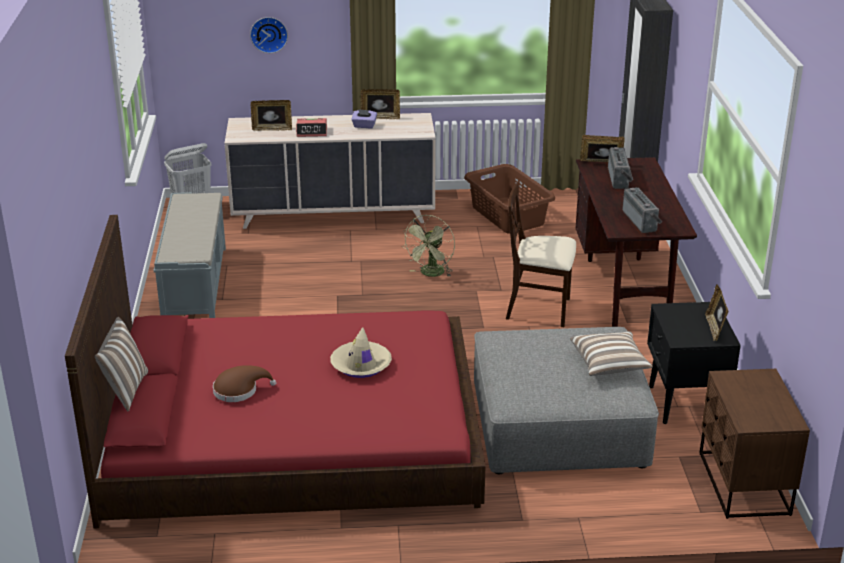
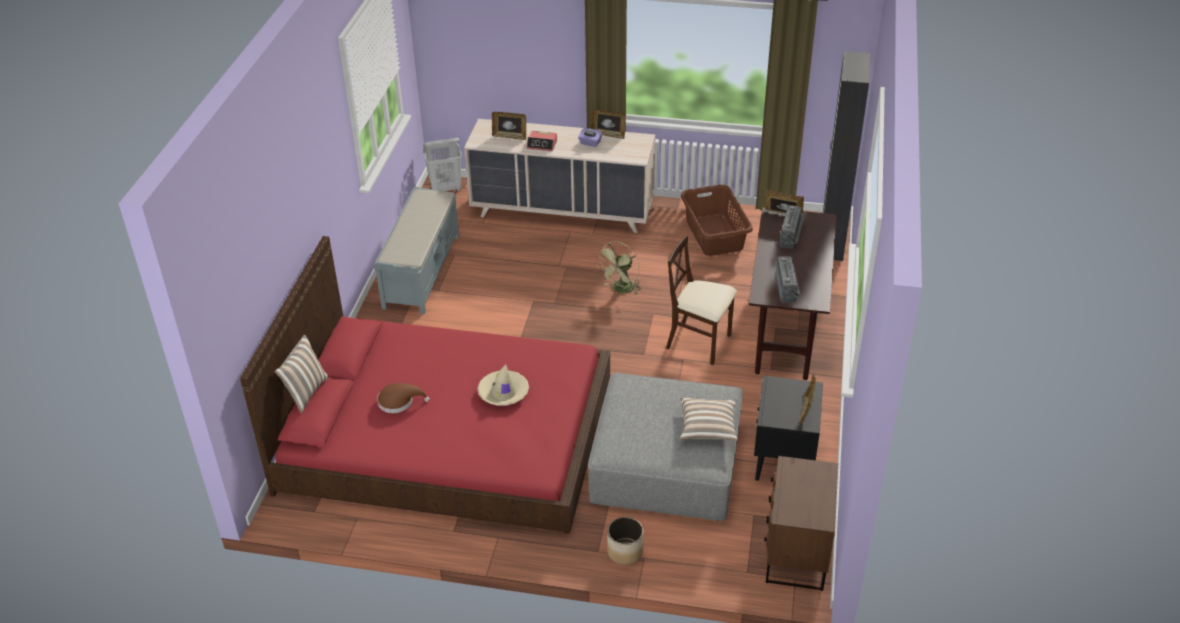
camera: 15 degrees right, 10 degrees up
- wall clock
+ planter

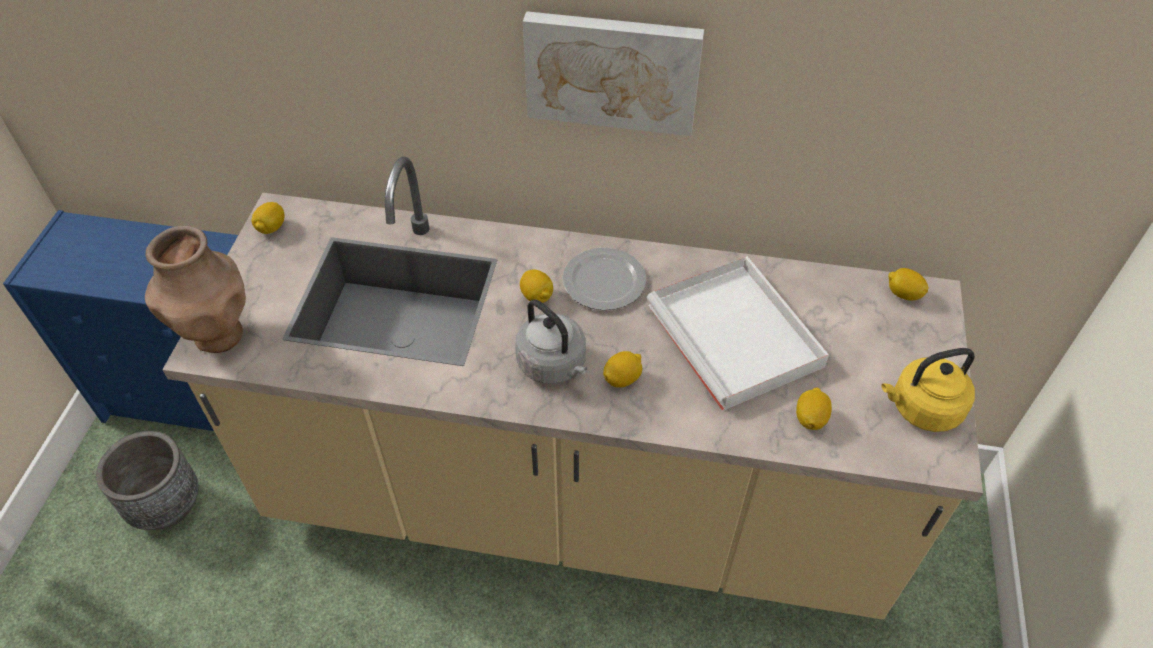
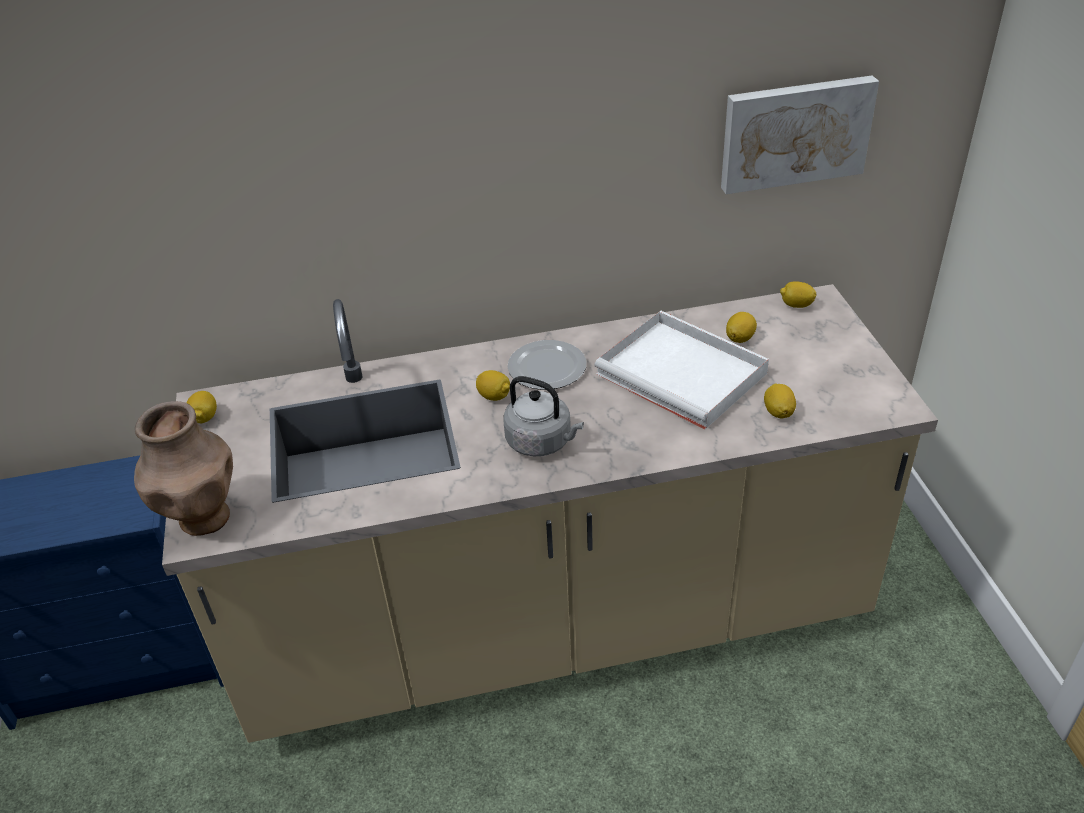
camera: 20 degrees left, 10 degrees down
- grey planter
- yellow kettle
~ picture
~ lemon (3rd from left)

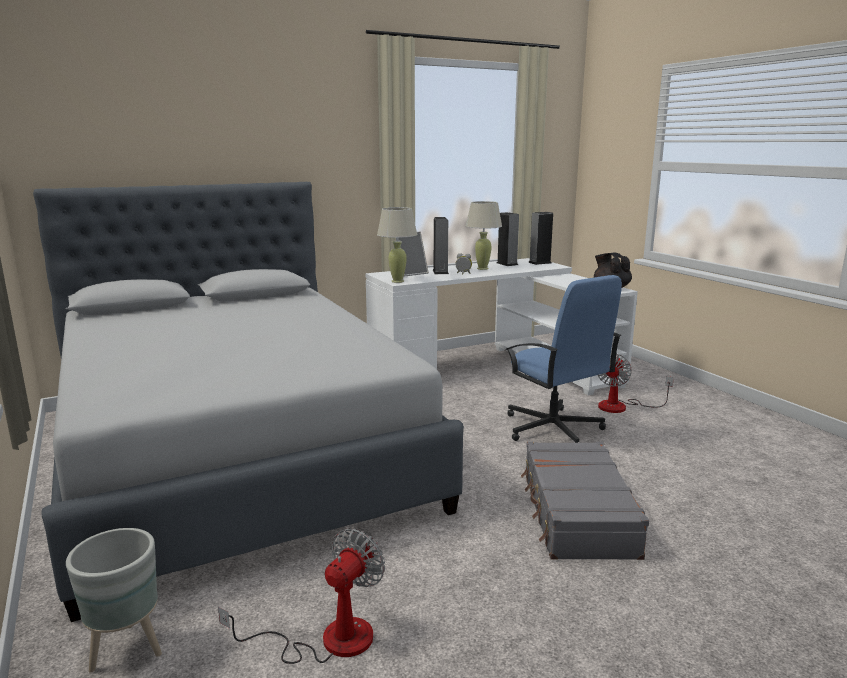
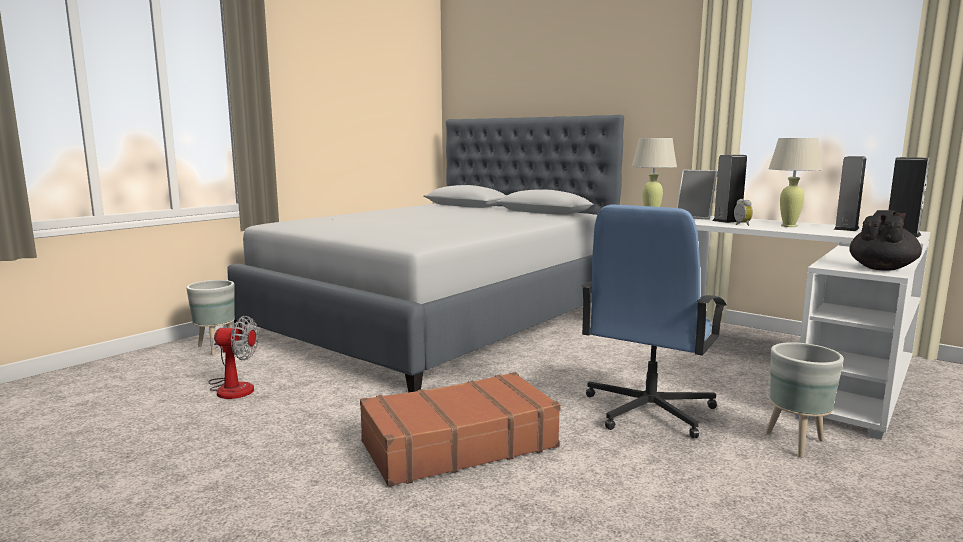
camera: 65 degrees right, 5 degrees down
~ fan (2nd from left) to grey planter (2nd from left)
~ grey suitcase to brown suitcase

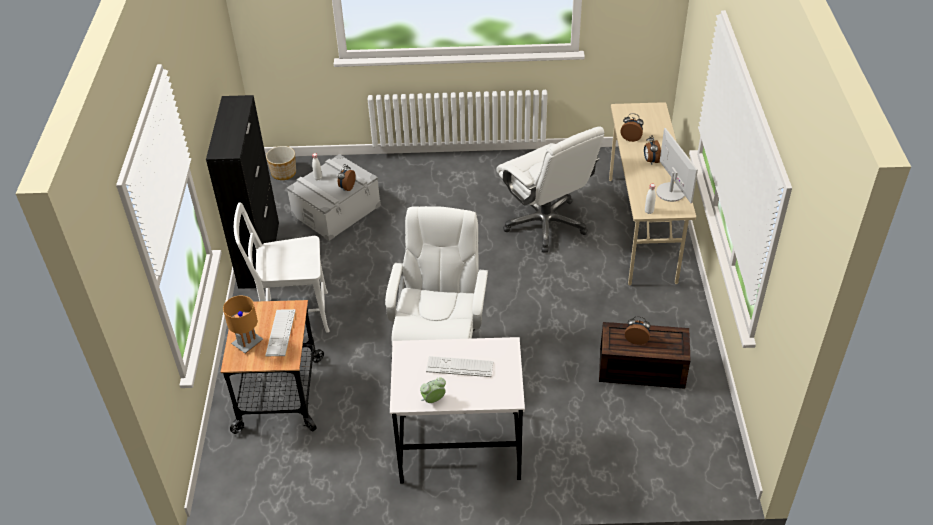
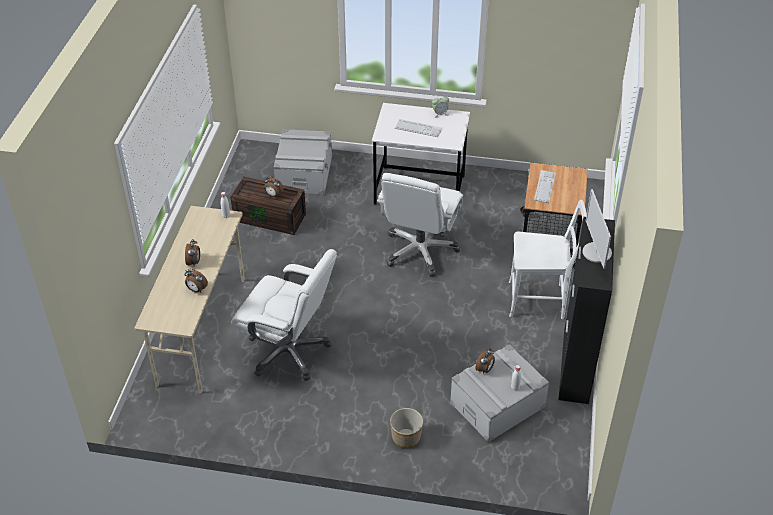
camera: 170 degrees left, 0 degrees up
- brown table lamp
+ grey storage box (1st from left)
~ planter
~ monitor
~ white office chair (2nd from left in the first image) 135 degrees clockwise

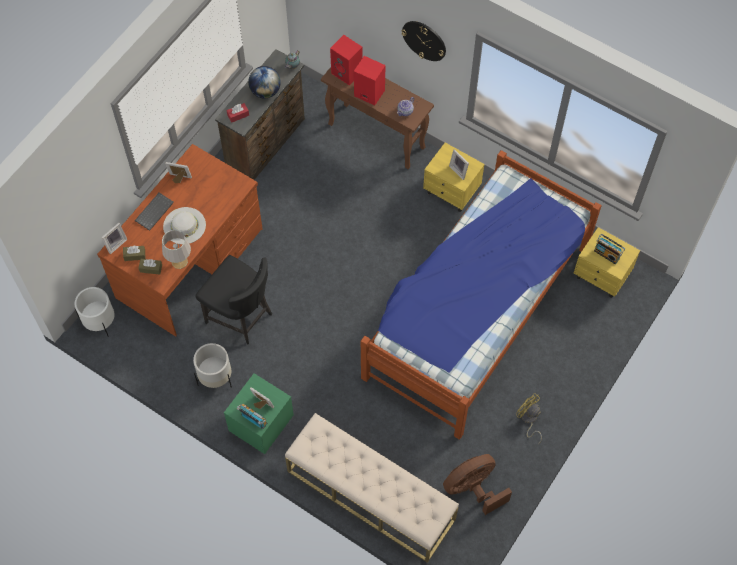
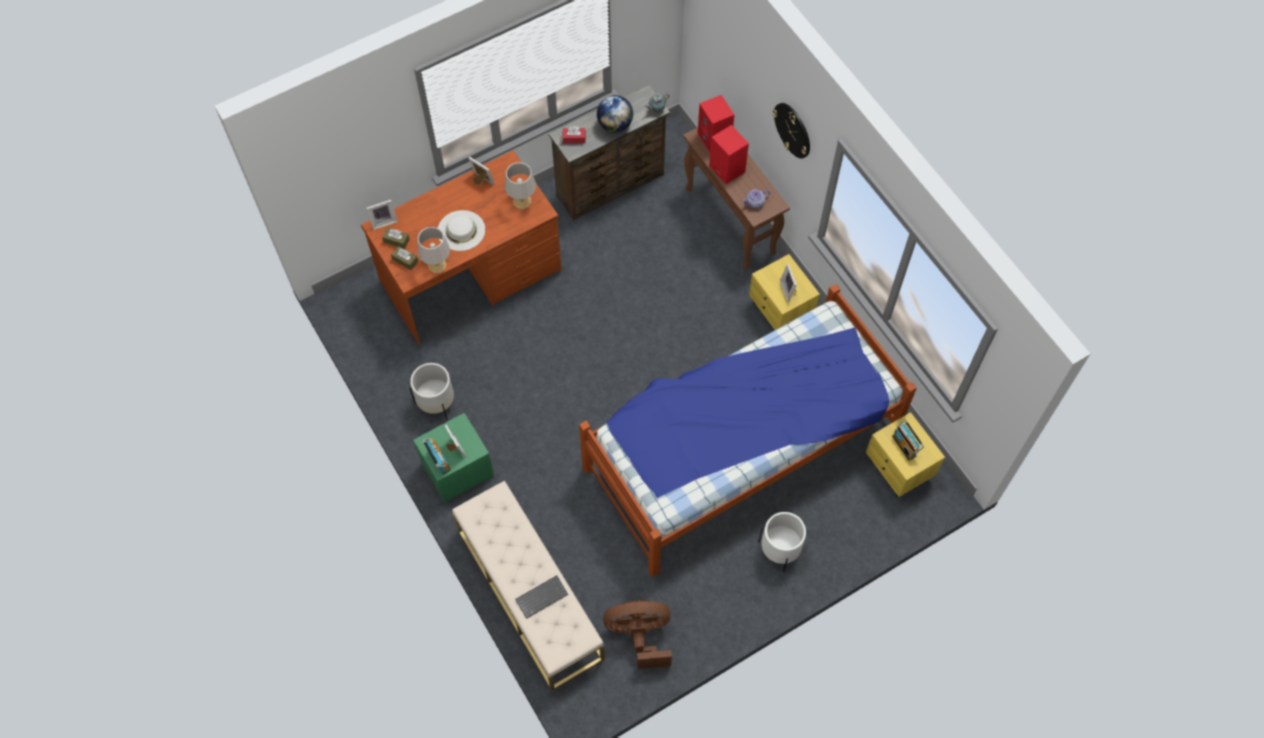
camera: 25 degrees right, 0 degrees up
- black chair
- yellow fan
+ grey table lamp (2nd from left)
~ white planter (1st from left in the first image) to white planter (2nd from left)
~ keyboard

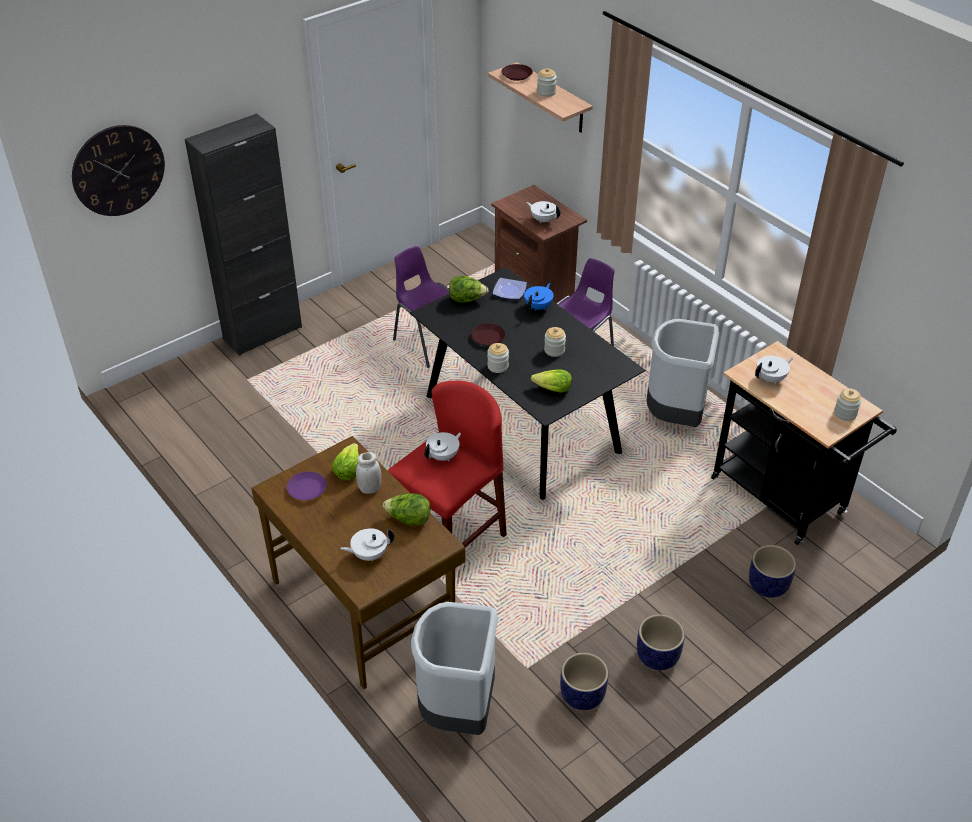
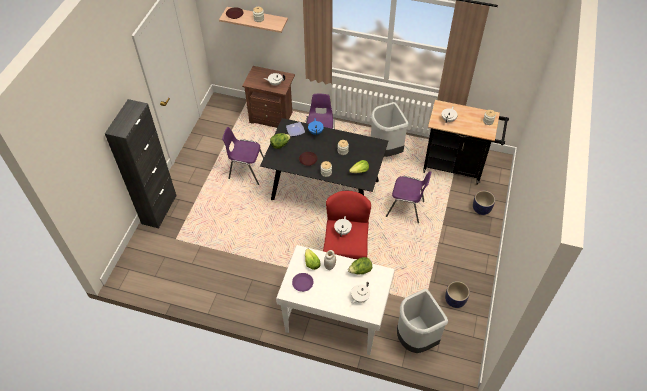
camera: 35 degrees left, 10 degrees up
- wall clock
- planter (2nd from left)
+ purple chair (3rd from left)
~ brown desk to white desk

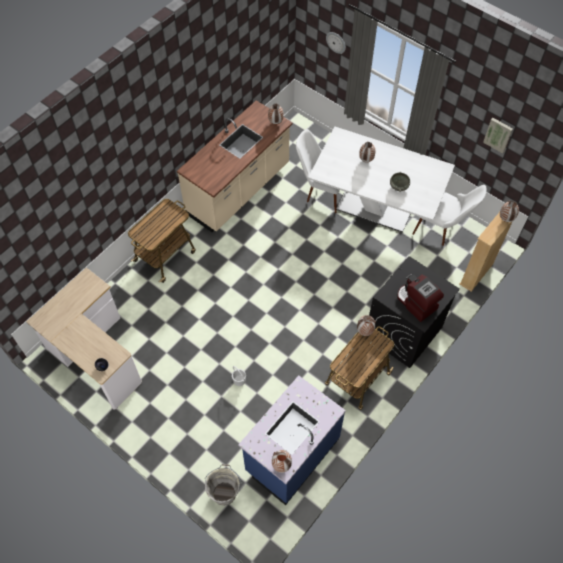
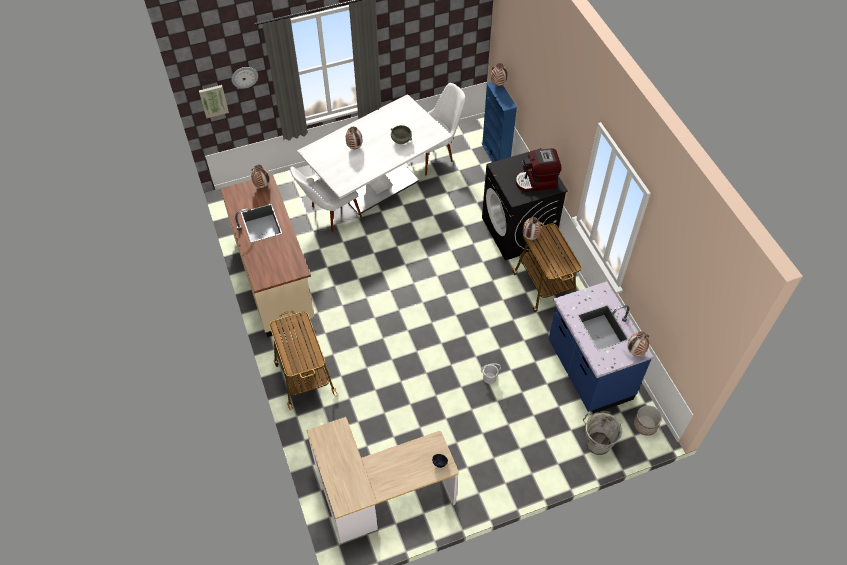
camera: 60 degrees left, 5 degrees down
+ planter
~ picture
~ beige bookcase to blue bookcase

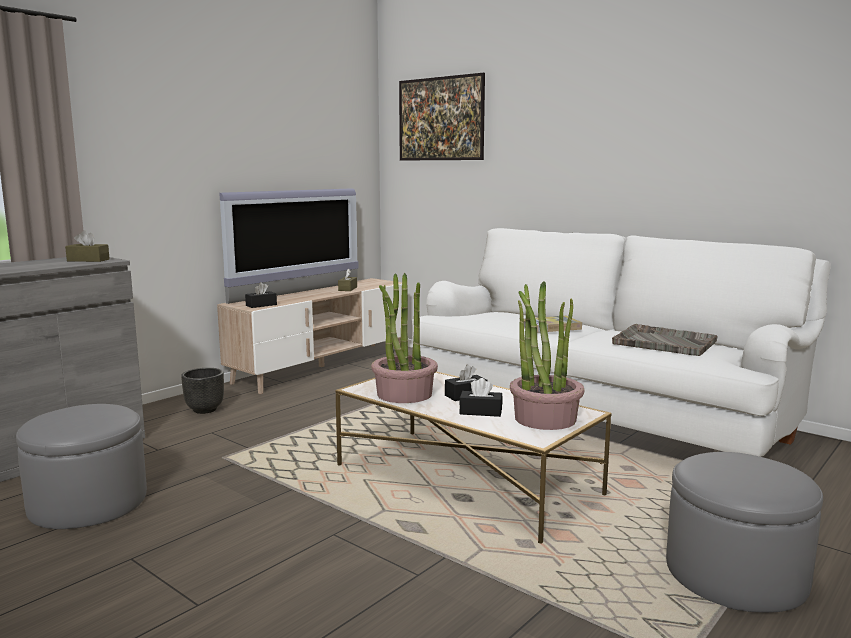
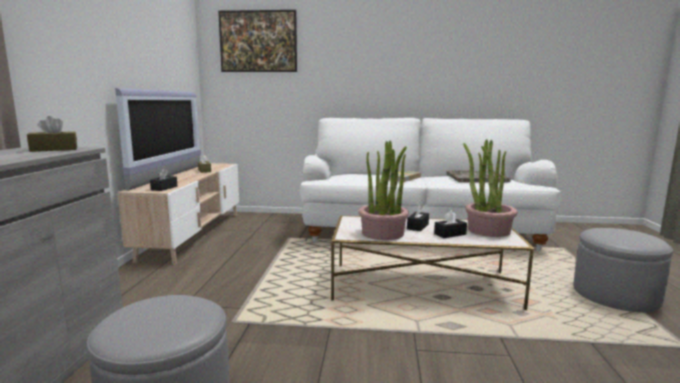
camera: 35 degrees left, 0 degrees up
- black planter

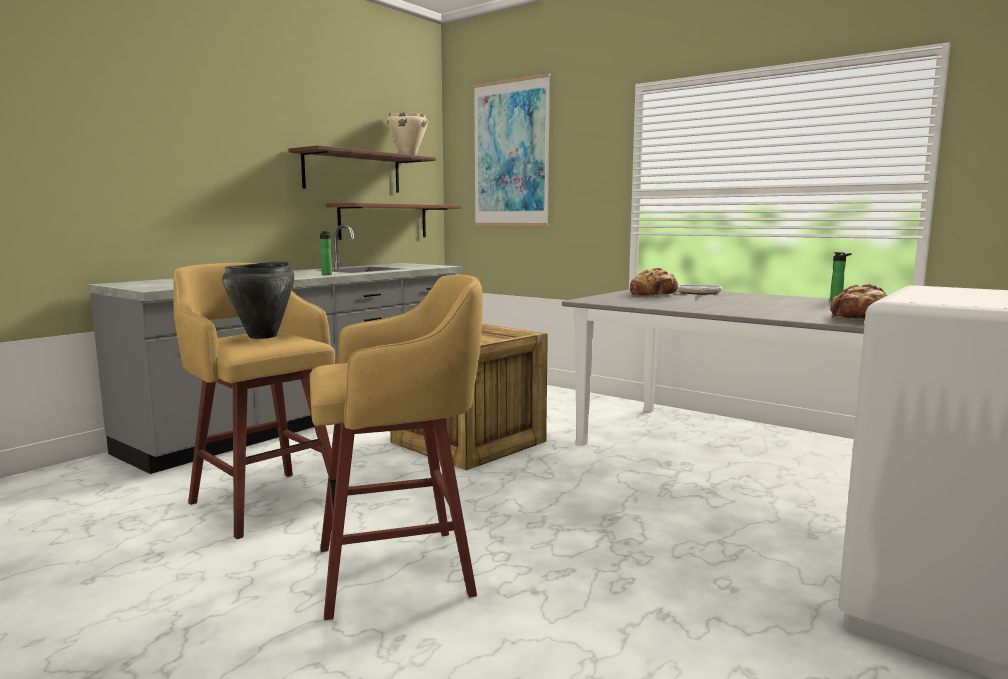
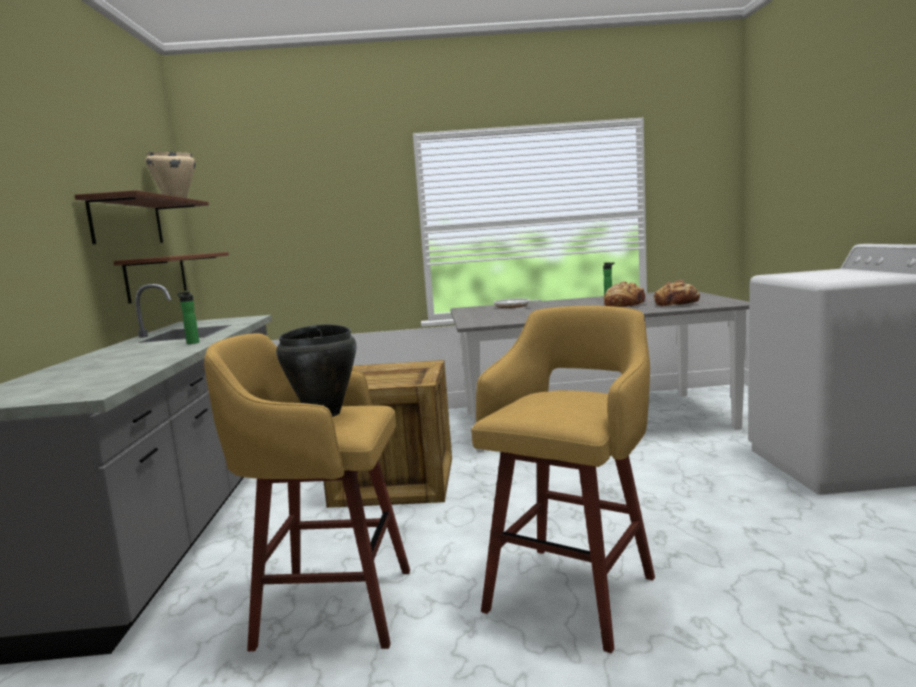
camera: 40 degrees left, 0 degrees up
- picture
~ bread (1st from left)

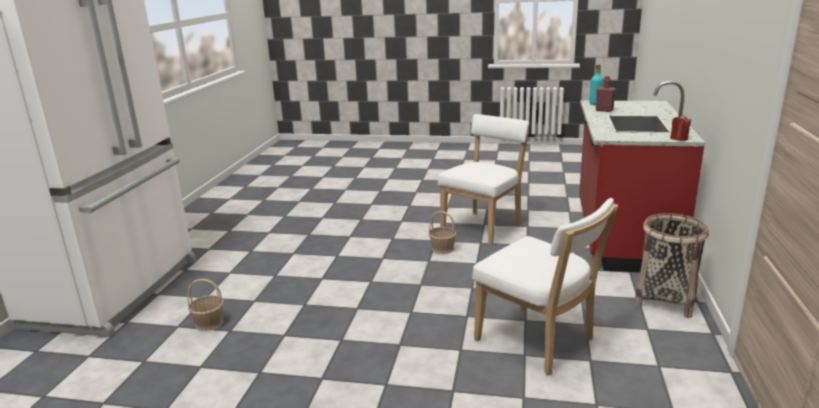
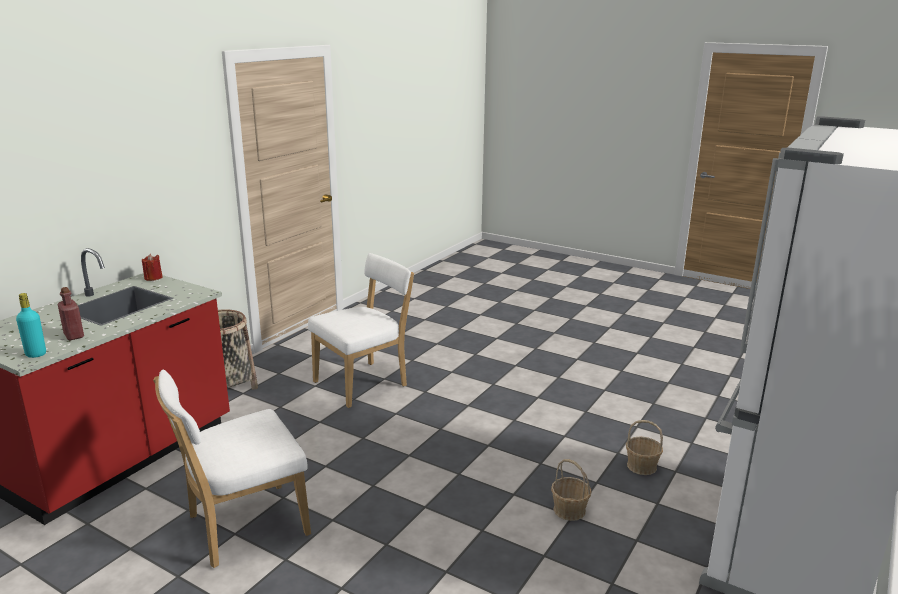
camera: 160 degrees left, 0 degrees up
~ basket (2nd from left)
~ white chair (2nd from left) 75 degrees clockwise

